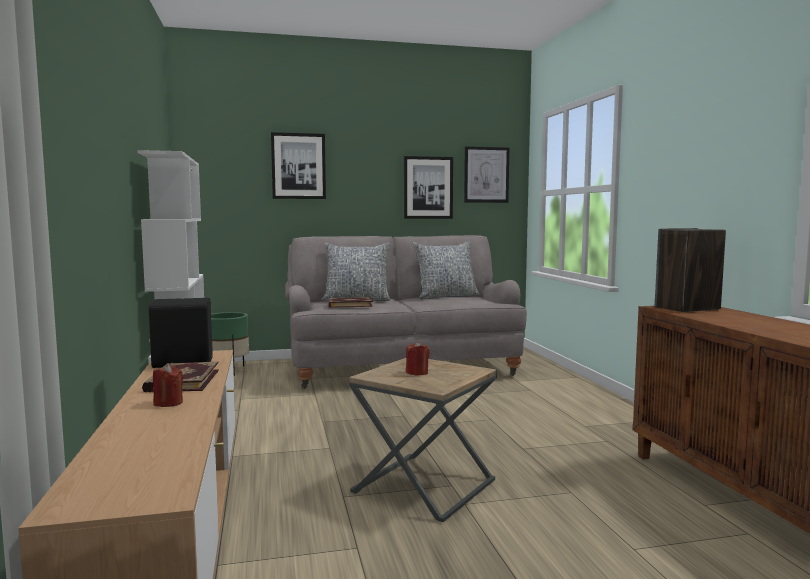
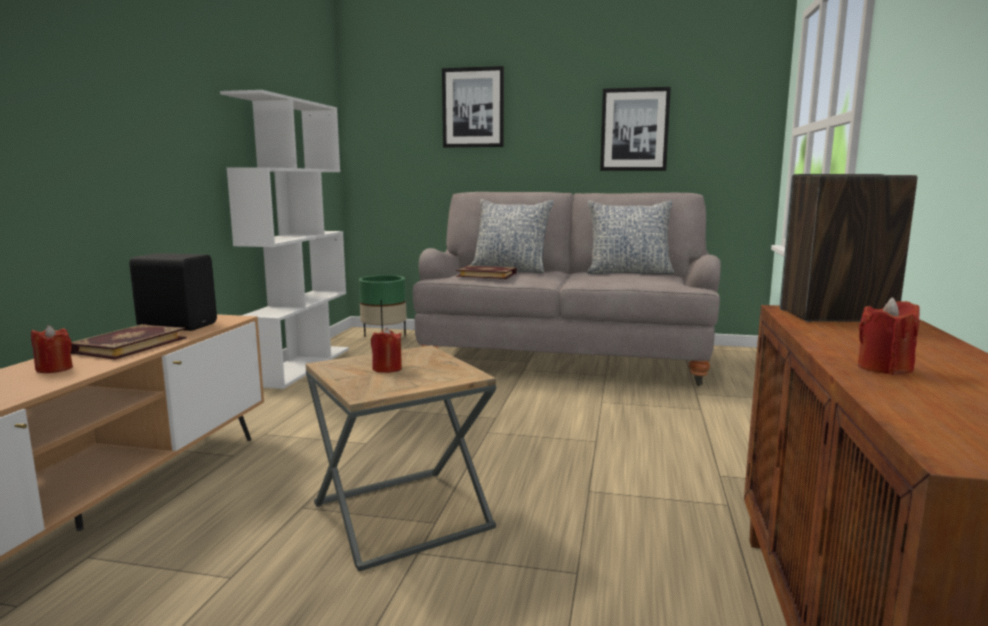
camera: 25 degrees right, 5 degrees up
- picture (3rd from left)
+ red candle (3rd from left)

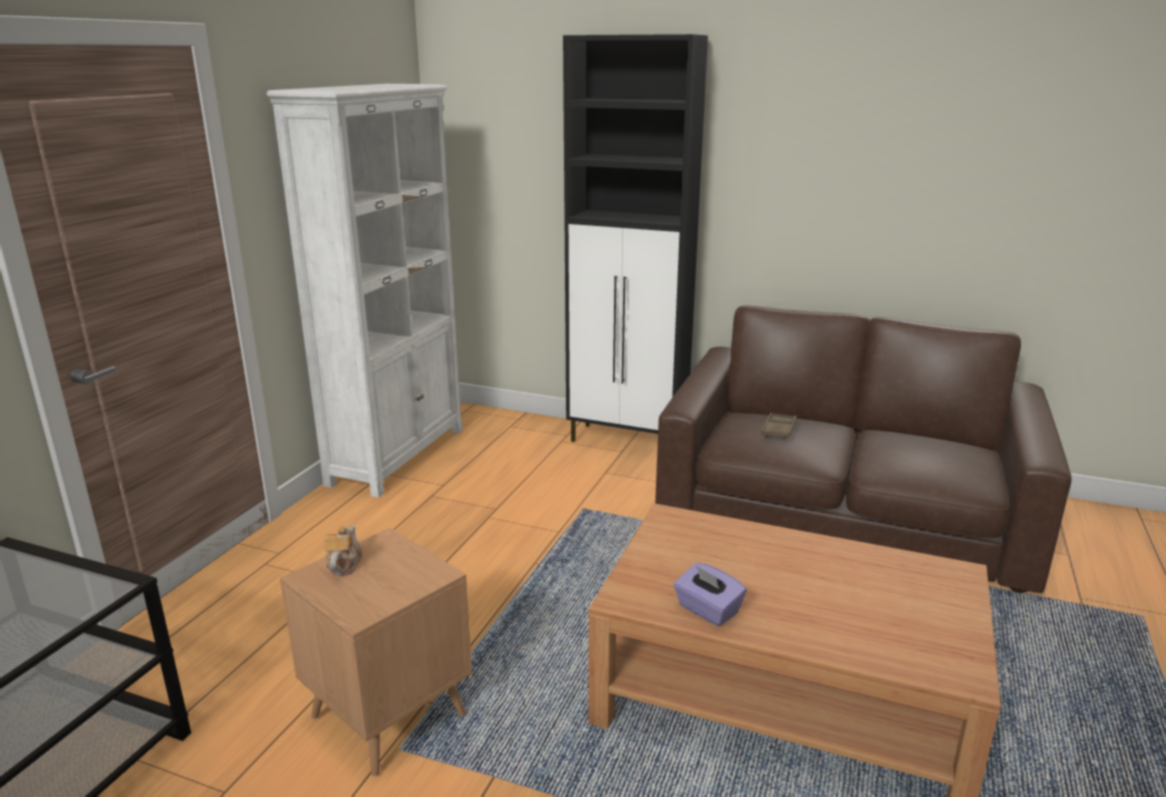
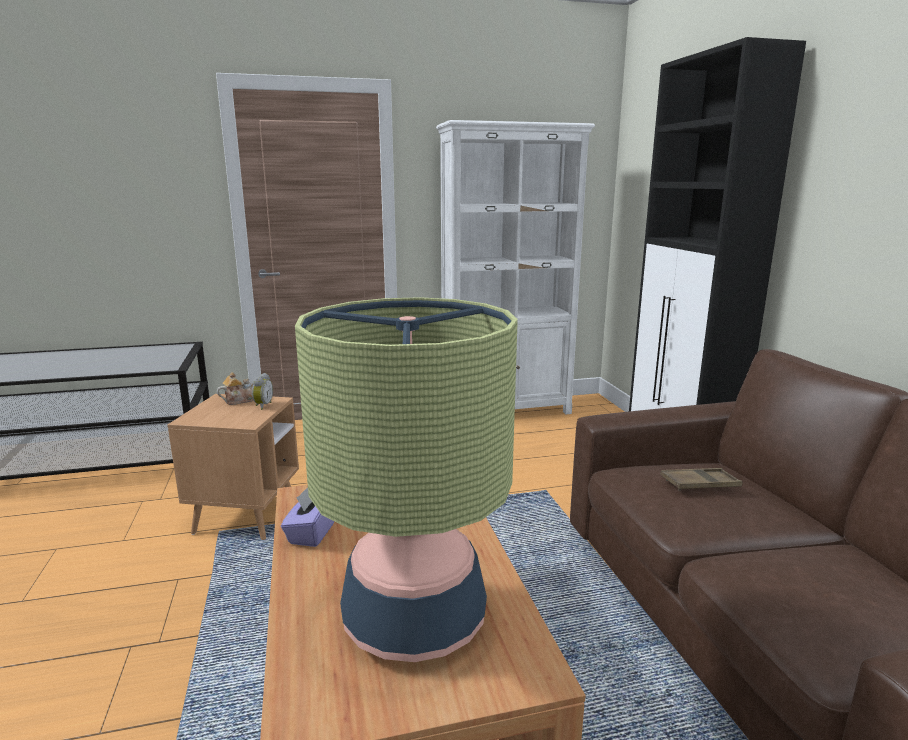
camera: 55 degrees right, 5 degrees down
+ alarm clock
+ table lamp

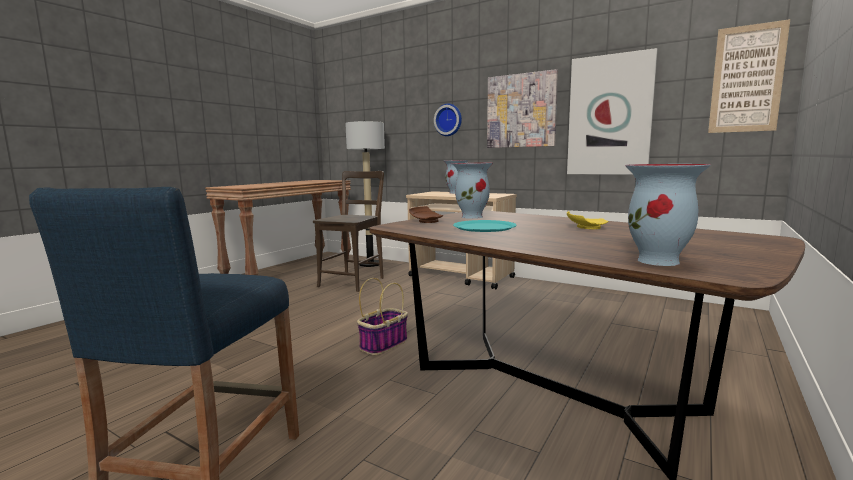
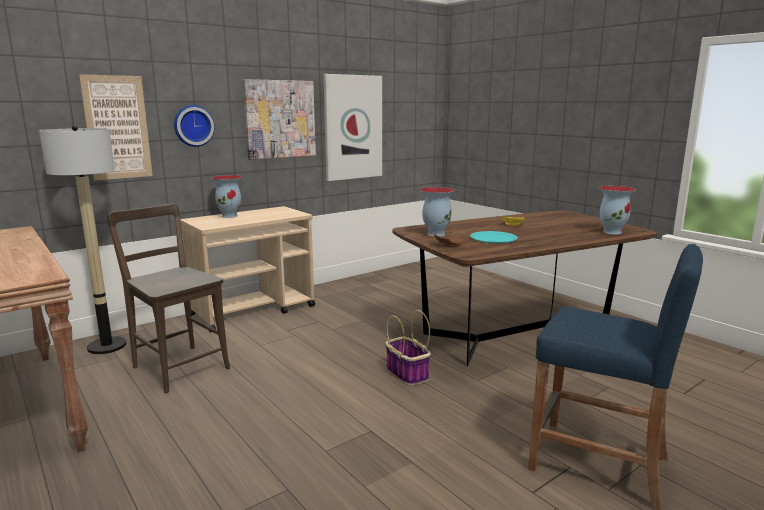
camera: 70 degrees left, 5 degrees up
~ picture (3rd from left in the first image) to picture (1st from left)

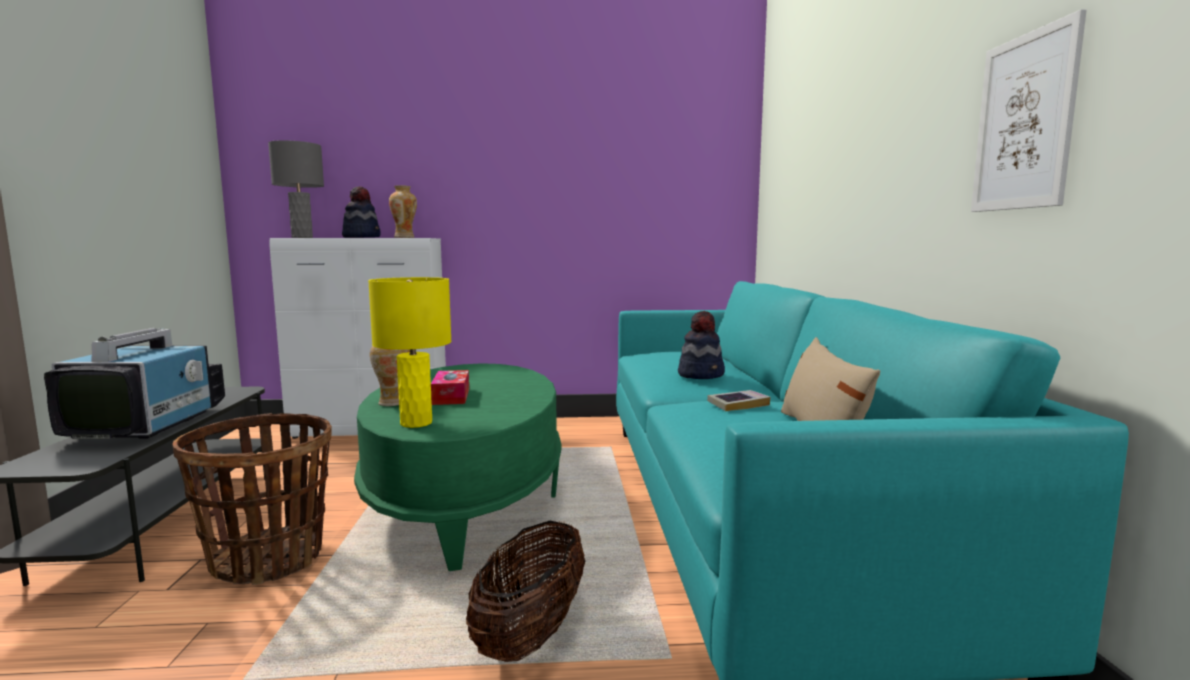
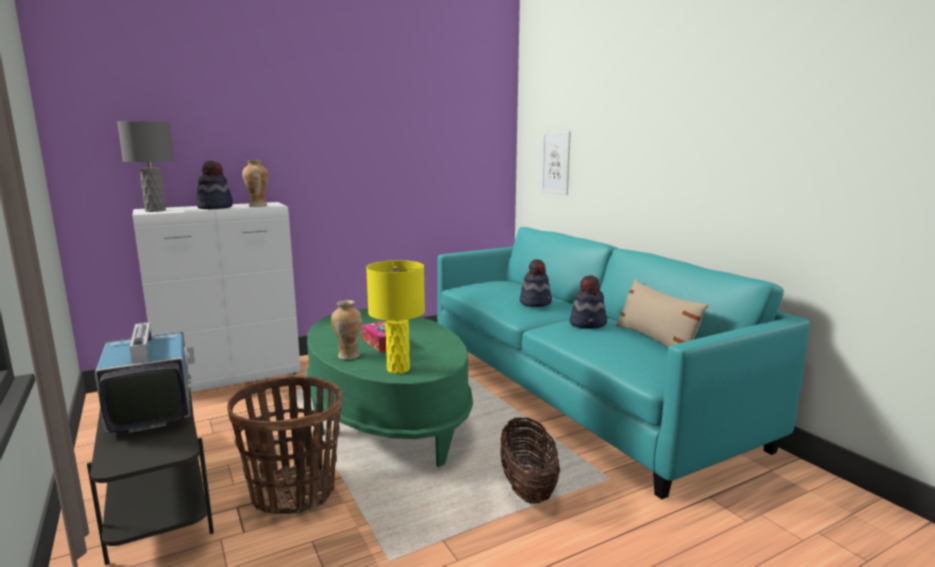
camera: 25 degrees left, 5 degrees up
~ picture
~ book to hat (3rd from left)

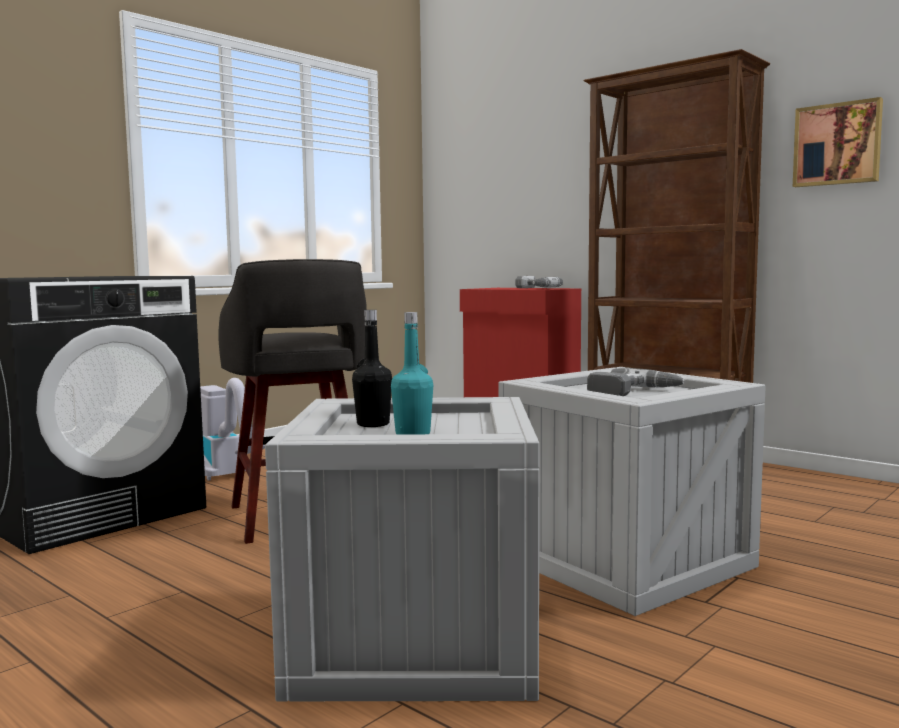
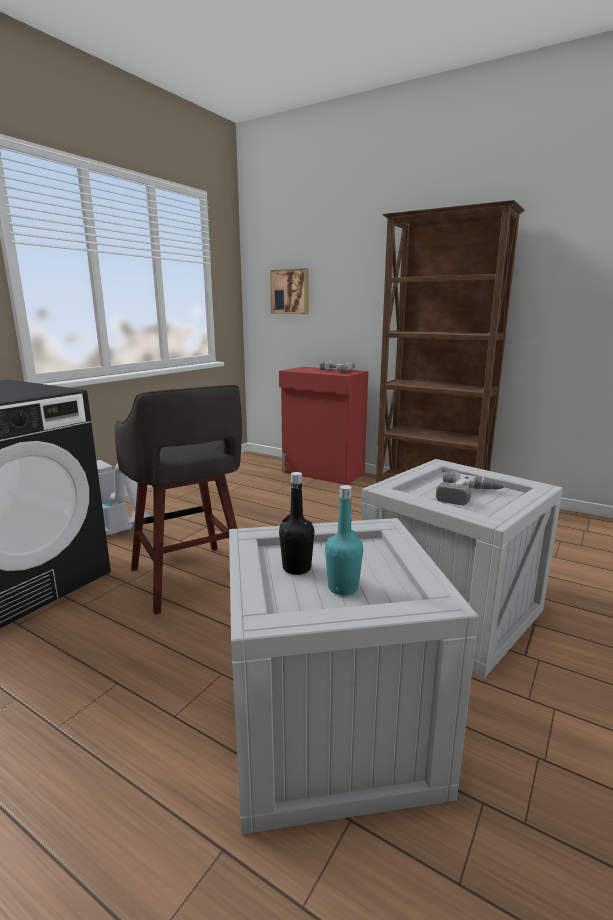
camera: 10 degrees left, 10 degrees up
~ picture

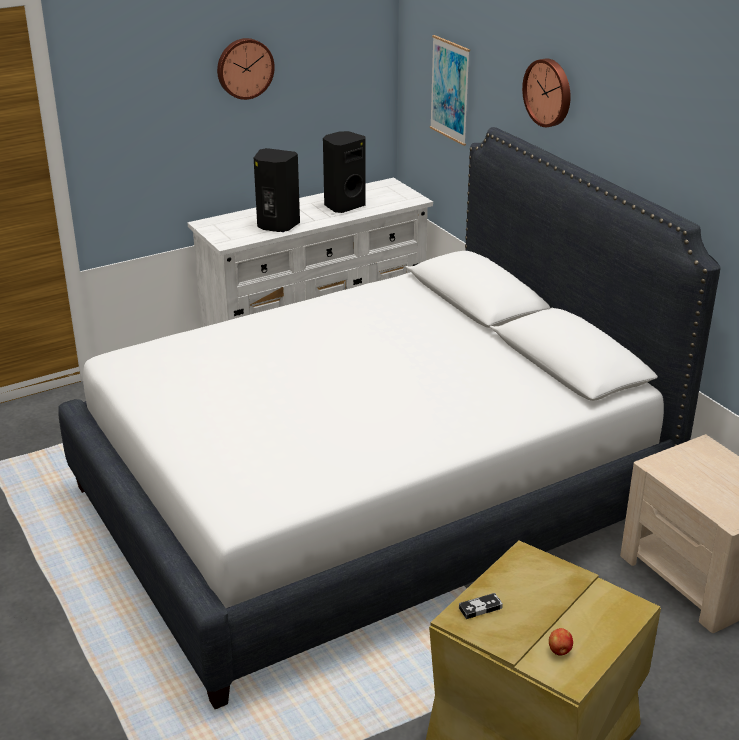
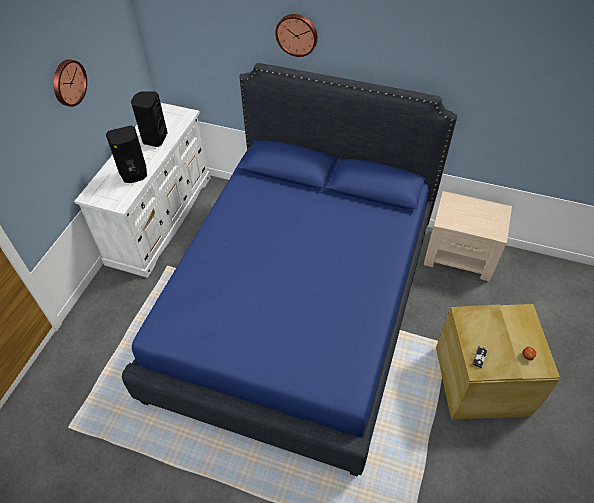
camera: 40 degrees left, 20 degrees up
- picture
~ white bed to blue bed

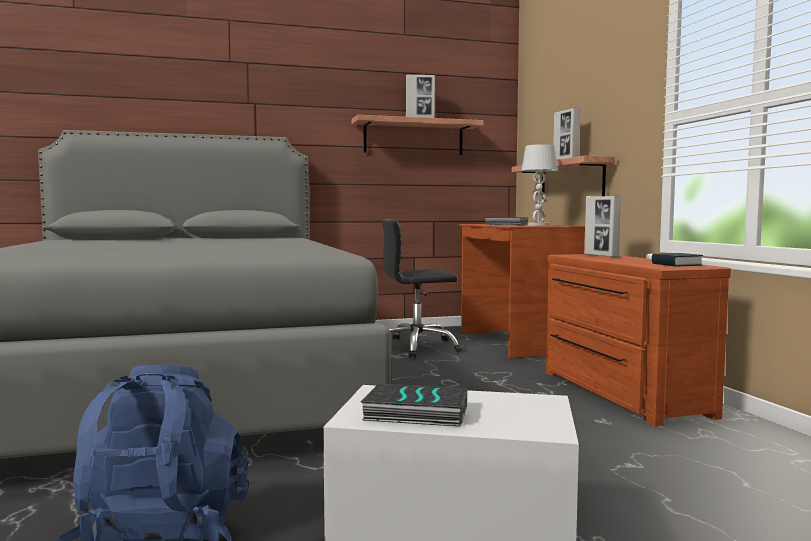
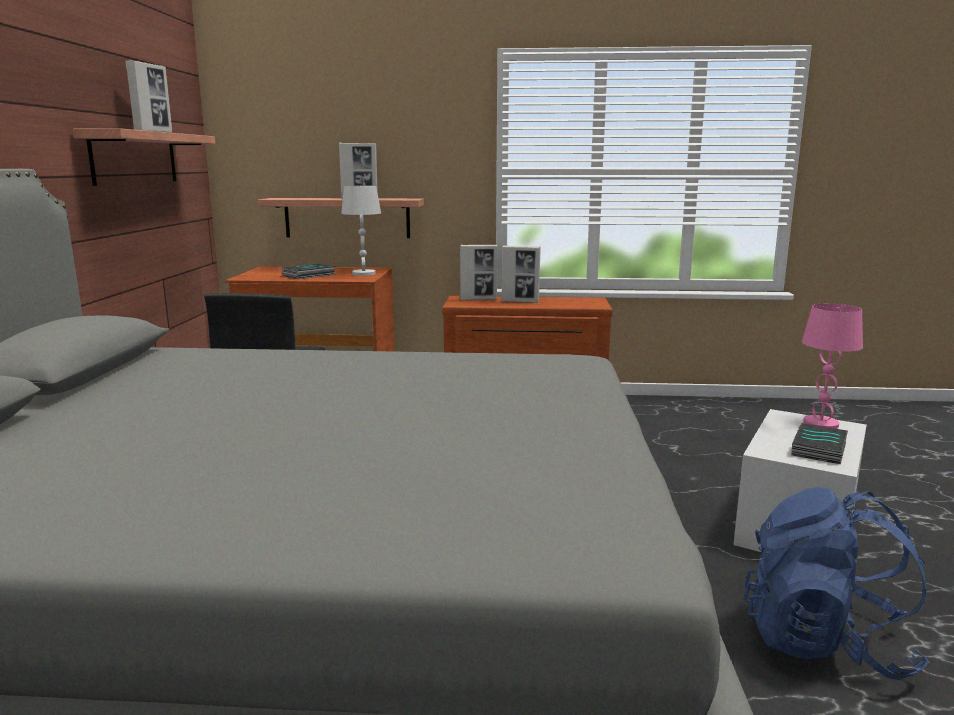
camera: 70 degrees left, 10 degrees up
- book (3rd from left)
+ picture frame (4th from left)
+ pink table lamp

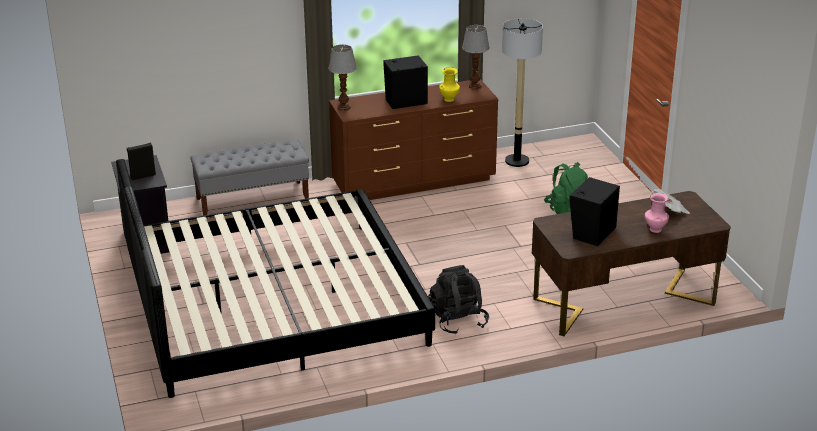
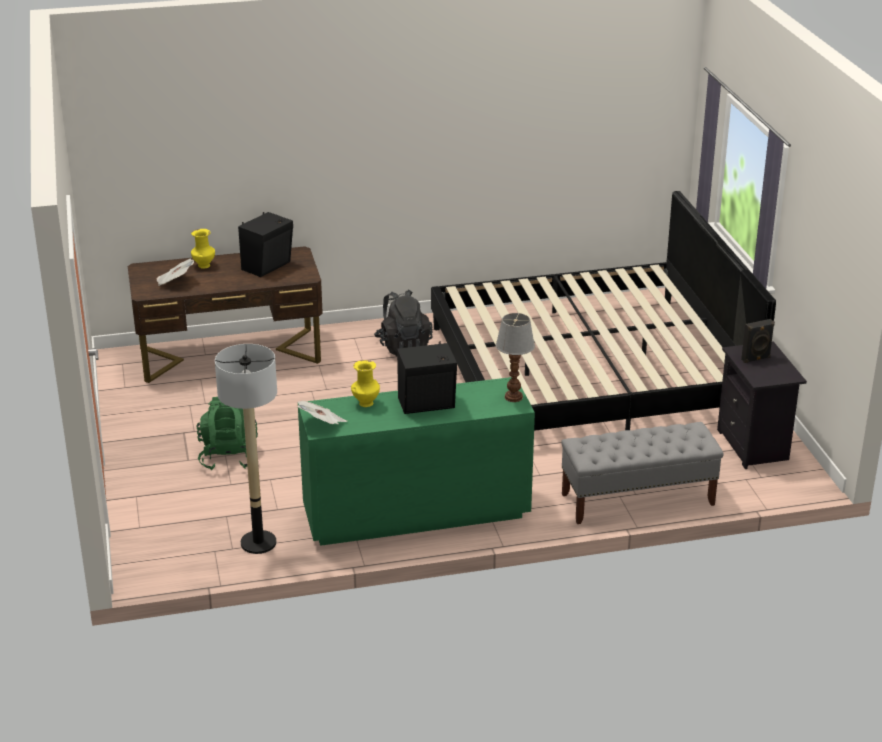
camera: 175 degrees left, 0 degrees up
~ table lamp (2nd from left) to newspaper (2nd from left)
~ brown dresser to green dresser
~ pink vase to yellow vase (1st from left)

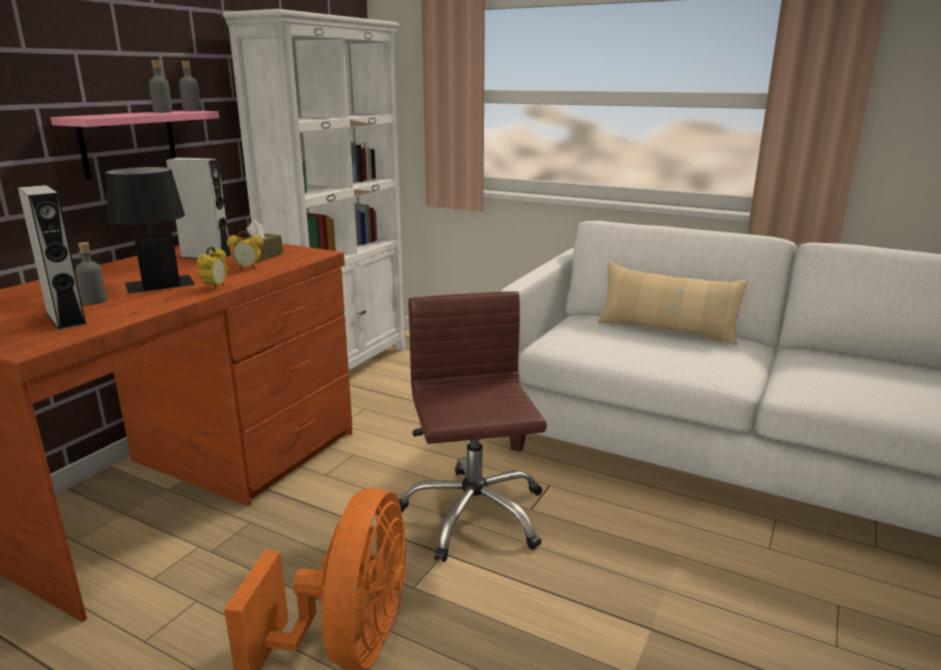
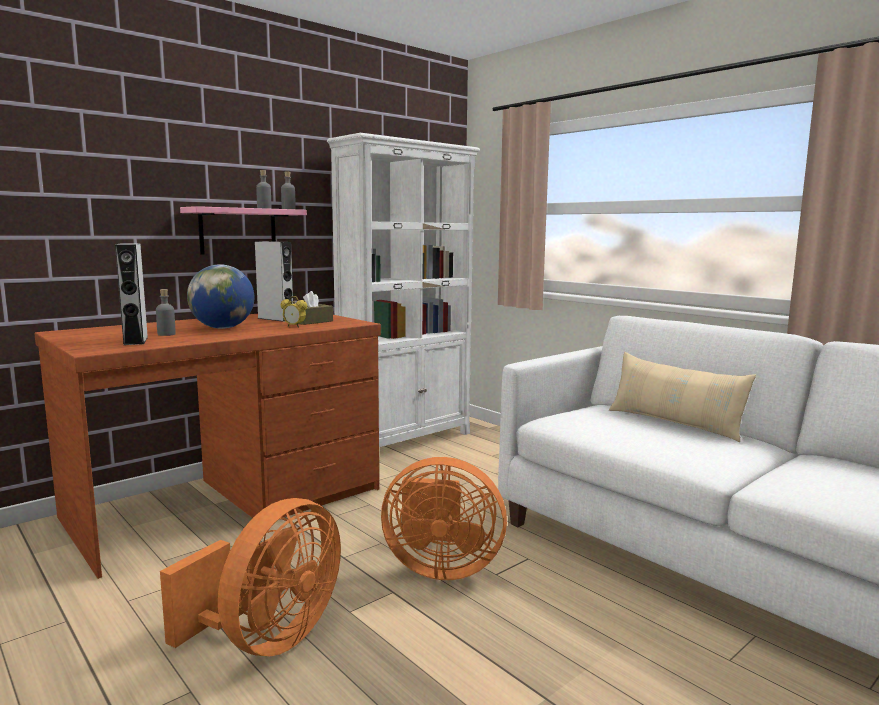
camera: 20 degrees right, 10 degrees down
- alarm clock (1st from left)
~ black table lamp to globe
~ brown office chair to orange fan (2nd from left)

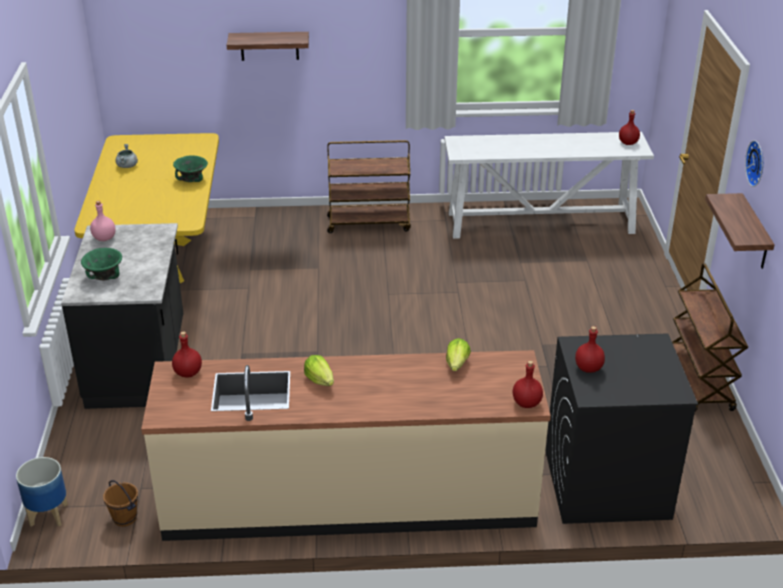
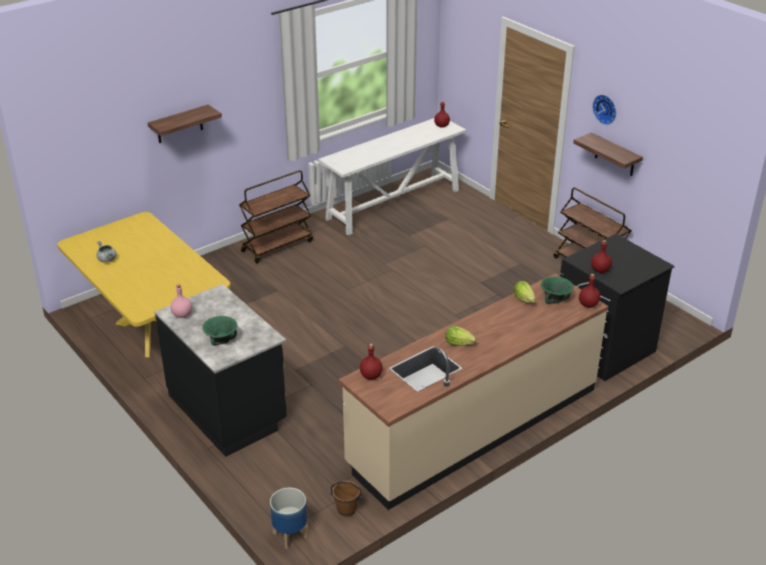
camera: 35 degrees left, 0 degrees up
~ green bowl (2nd from left)

